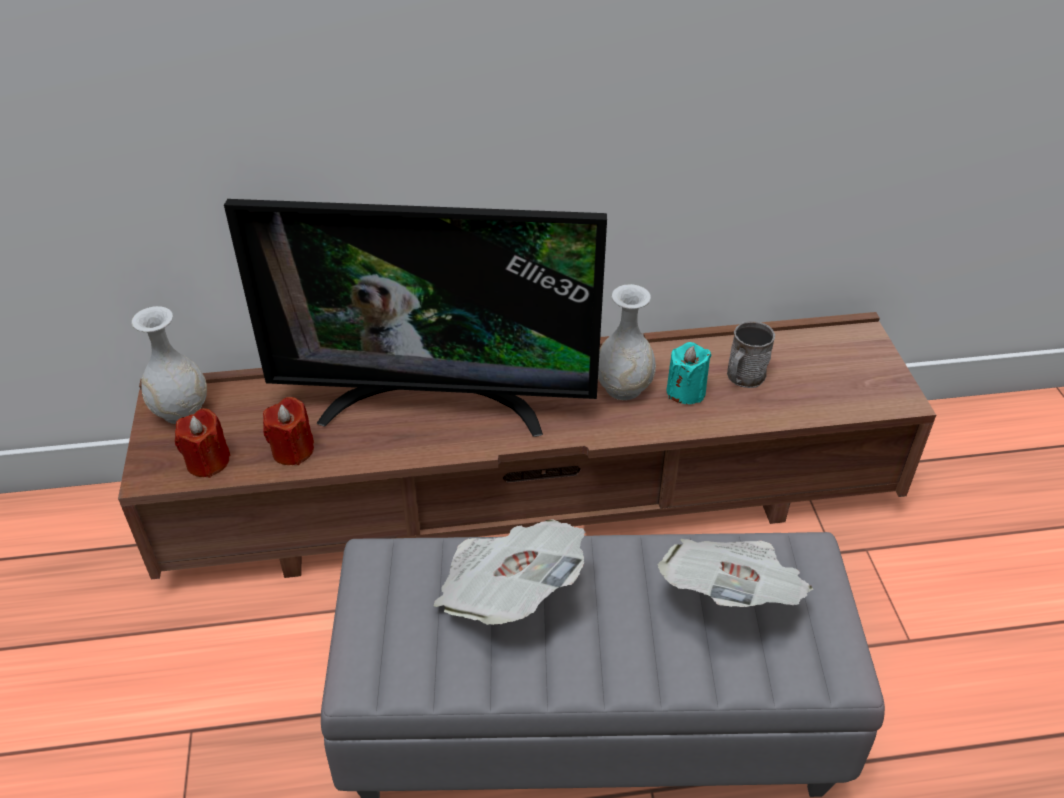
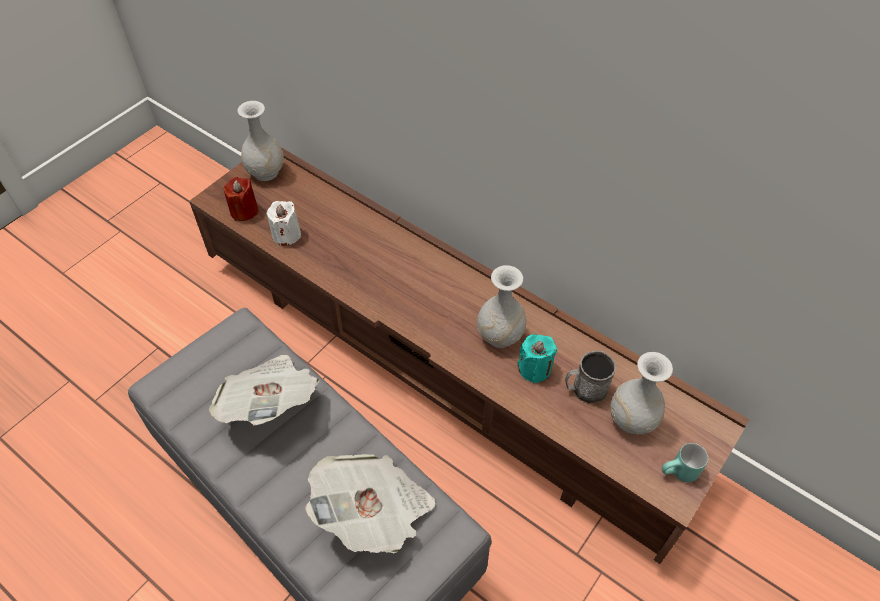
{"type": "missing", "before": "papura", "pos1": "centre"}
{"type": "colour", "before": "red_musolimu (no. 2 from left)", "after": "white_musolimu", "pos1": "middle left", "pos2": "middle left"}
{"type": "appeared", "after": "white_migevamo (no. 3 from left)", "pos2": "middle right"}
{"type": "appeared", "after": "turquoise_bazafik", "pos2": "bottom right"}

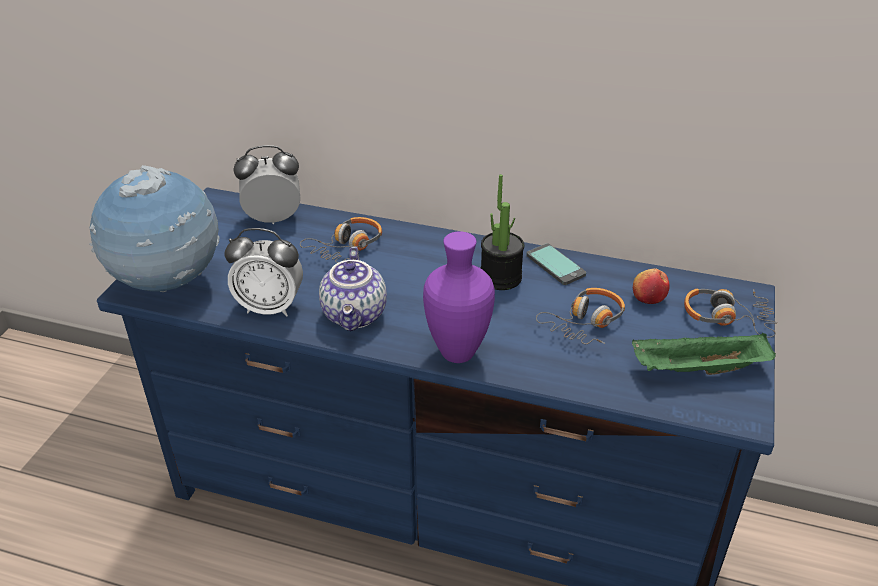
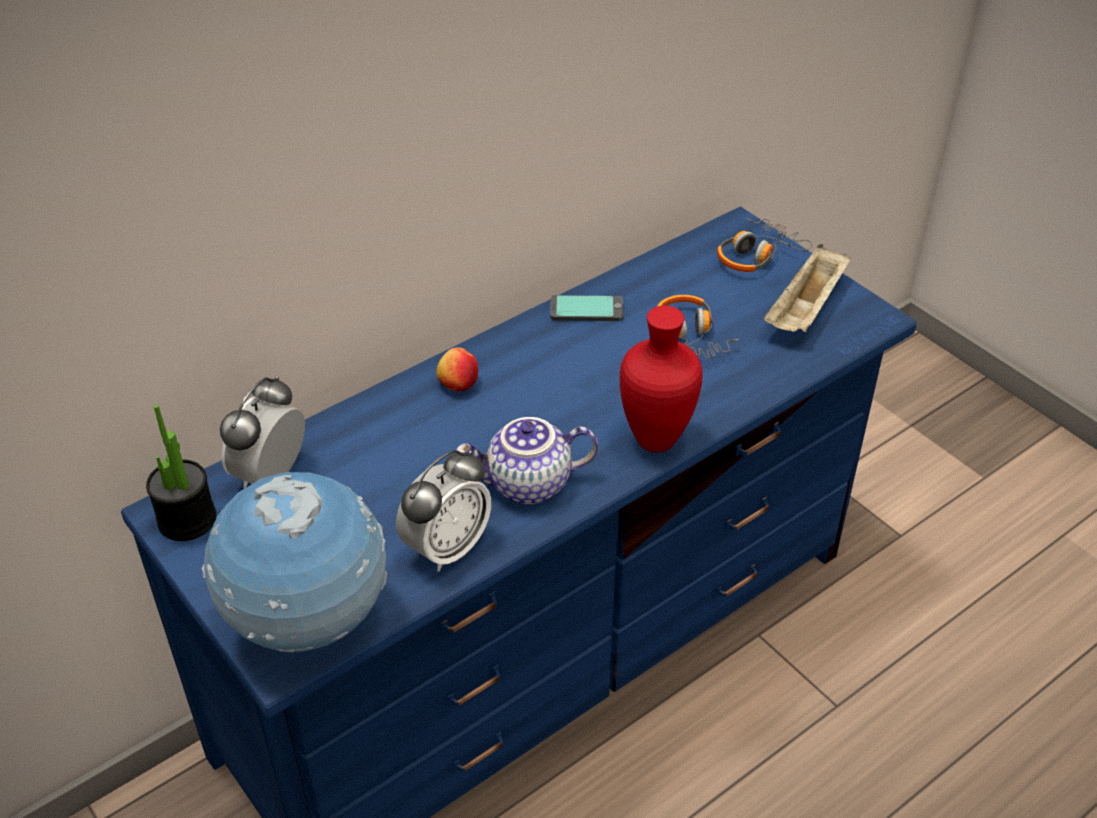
{"type": "missing", "before": "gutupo (no. 1 from left)", "pos1": "centre"}
{"type": "spun", "before": "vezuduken", "pos1": "centre", "pos2": "centre", "turn": 135}
{"type": "colour", "before": "purple_migevamo", "after": "red_migevamo", "pos1": "centre", "pos2": "centre"}
{"type": "relocated", "before": "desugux", "pos1": "centre", "pos2": "middle left"}
{"type": "colour", "before": "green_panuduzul", "after": "beige_panuduzul", "pos1": "middle right", "pos2": "middle right"}
{"type": "relocated", "before": "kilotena", "pos1": "middle right", "pos2": "centre"}

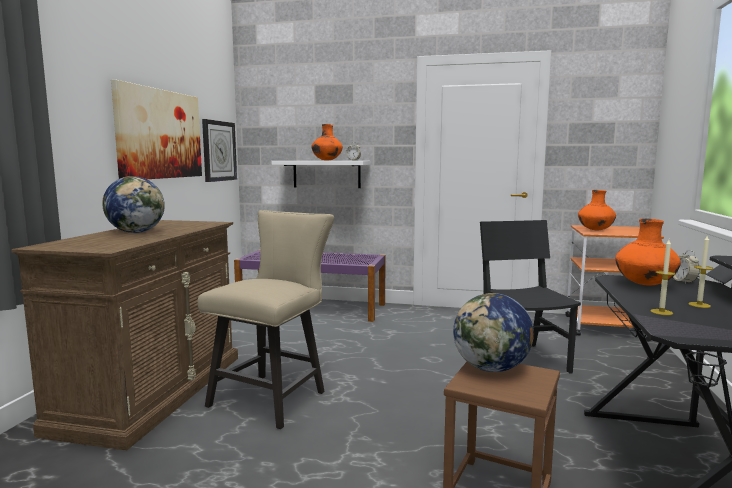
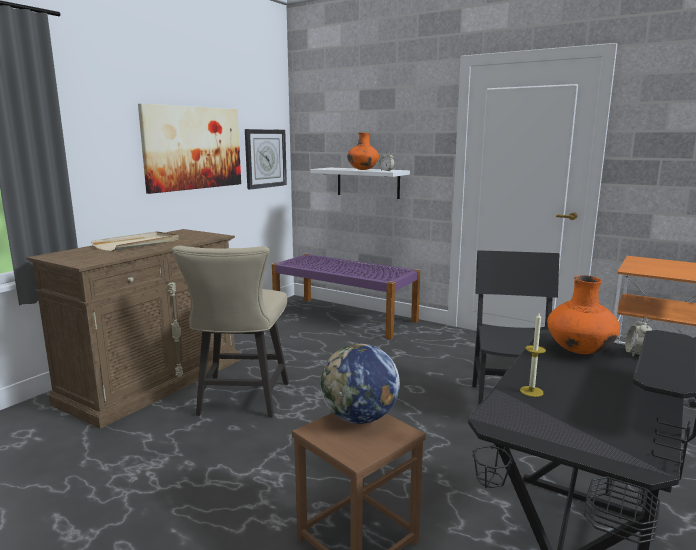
{"type": "exchanged", "before": "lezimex (no. 1 from left)", "after": "beige_panuduzul", "pos1": "middle left", "pos2": "middle left"}
{"type": "spun", "before": "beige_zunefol", "pos1": "centre", "pos2": "middle left", "turn": 135}
{"type": "missing", "before": "orange_migevamo (no. 2 from left)", "pos1": "middle right"}
{"type": "missing", "before": "musolimu (no. 2 from left)", "pos1": "middle right"}

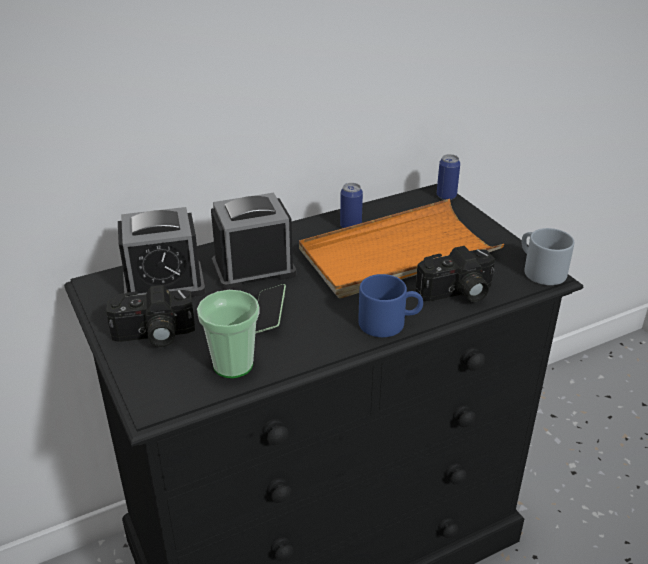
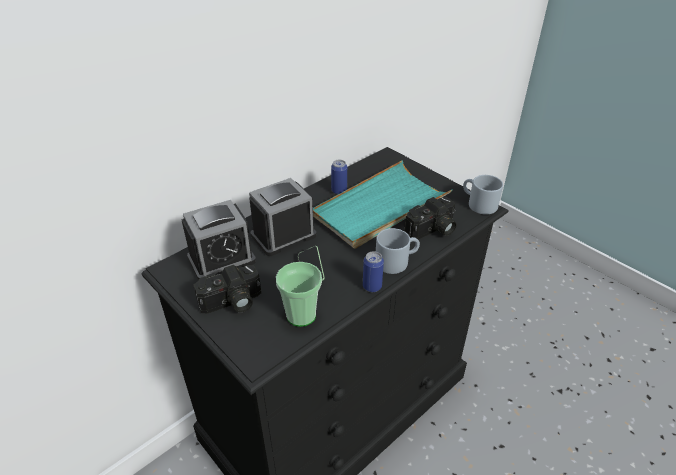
{"type": "colour", "before": "orange_panuduzul", "after": "turquoise_panuduzul", "pos1": "centre", "pos2": "centre"}
{"type": "colour", "before": "blue_bazafik", "after": "grey_bazafik (no. 1 from left)", "pos1": "centre", "pos2": "centre"}
{"type": "relocated", "before": "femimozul (no. 2 from left)", "pos1": "top right", "pos2": "centre"}

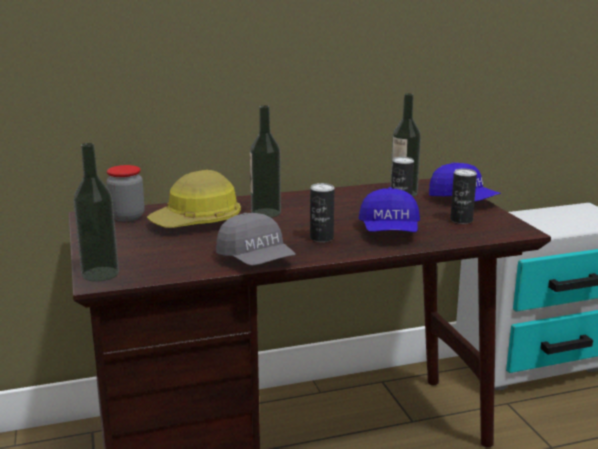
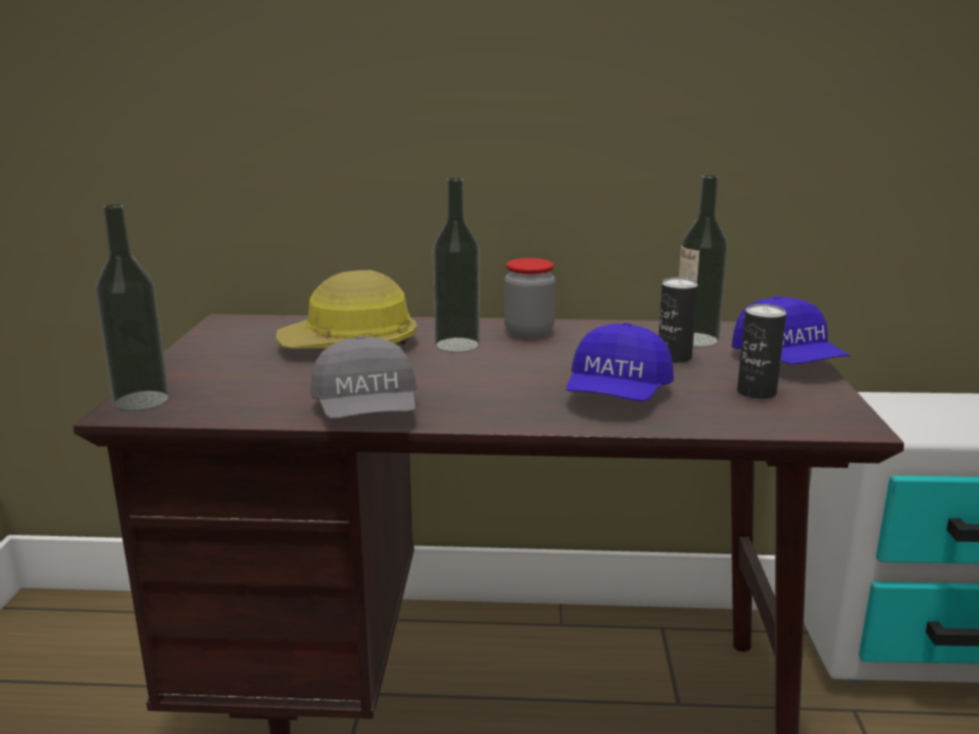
{"type": "relocated", "before": "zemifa", "pos1": "middle left", "pos2": "centre"}
{"type": "missing", "before": "femimozul (no. 1 from left)", "pos1": "centre"}

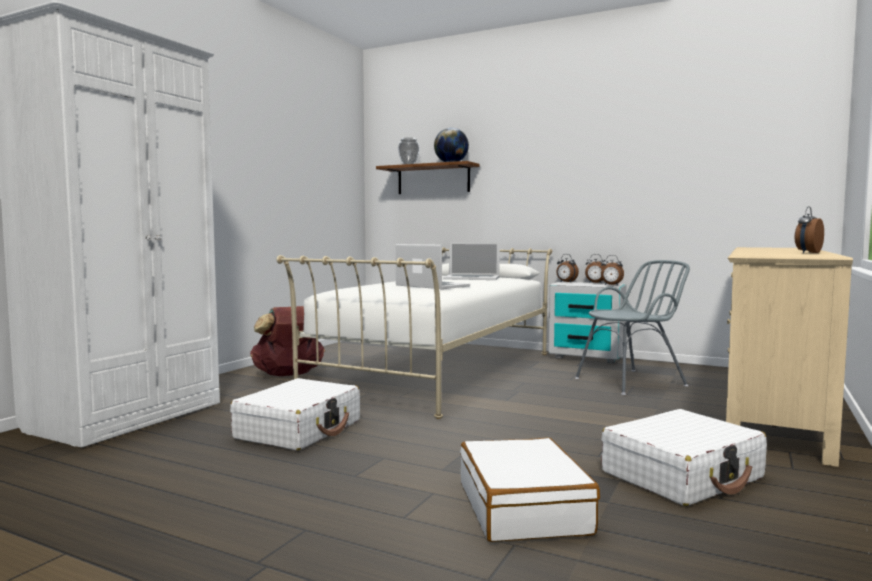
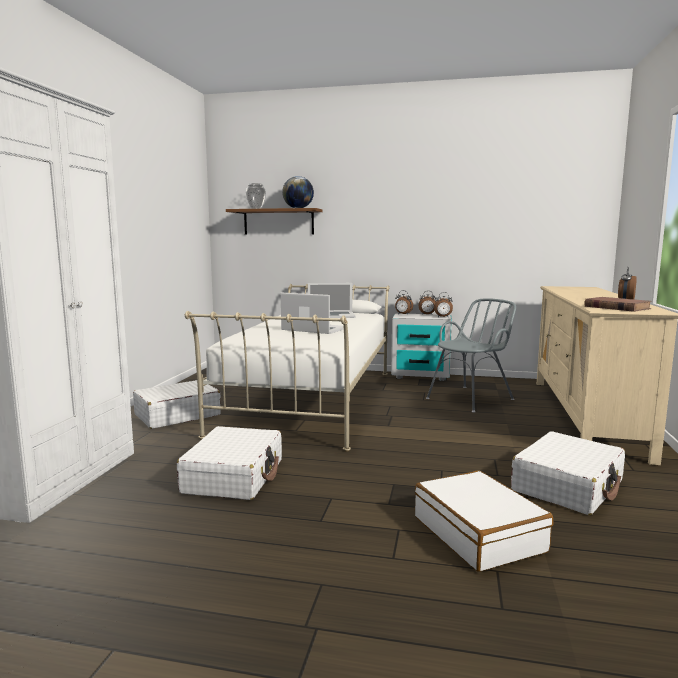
{"type": "exchanged", "before": "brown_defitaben", "after": "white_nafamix (no. 1 from left)", "pos1": "middle left", "pos2": "middle left"}
{"type": "appeared", "after": "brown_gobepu", "pos2": "middle right"}

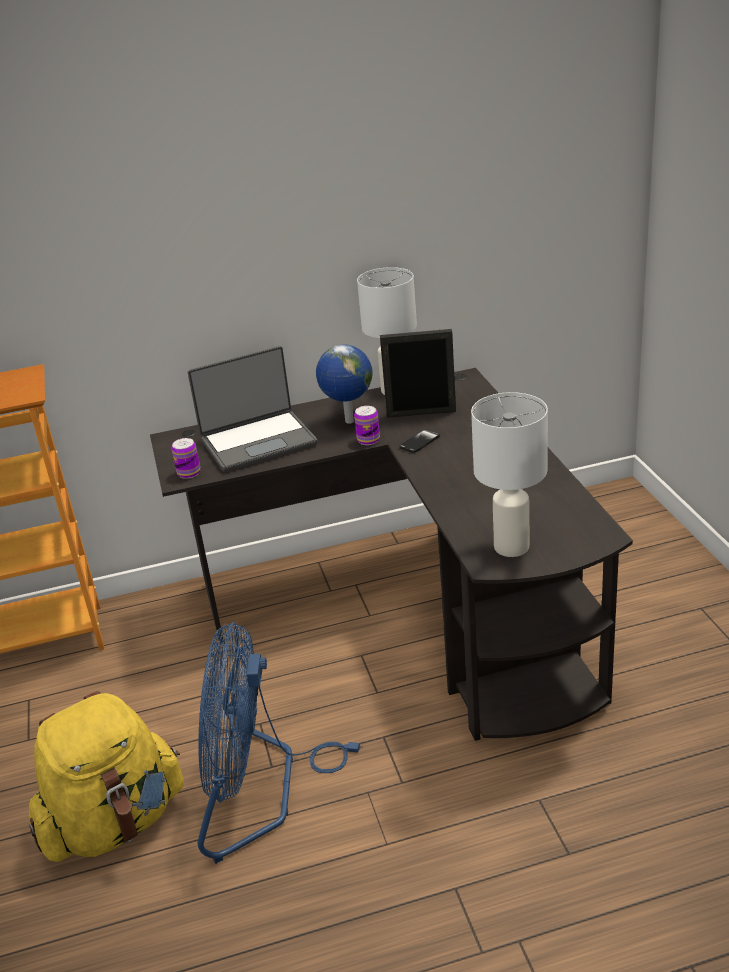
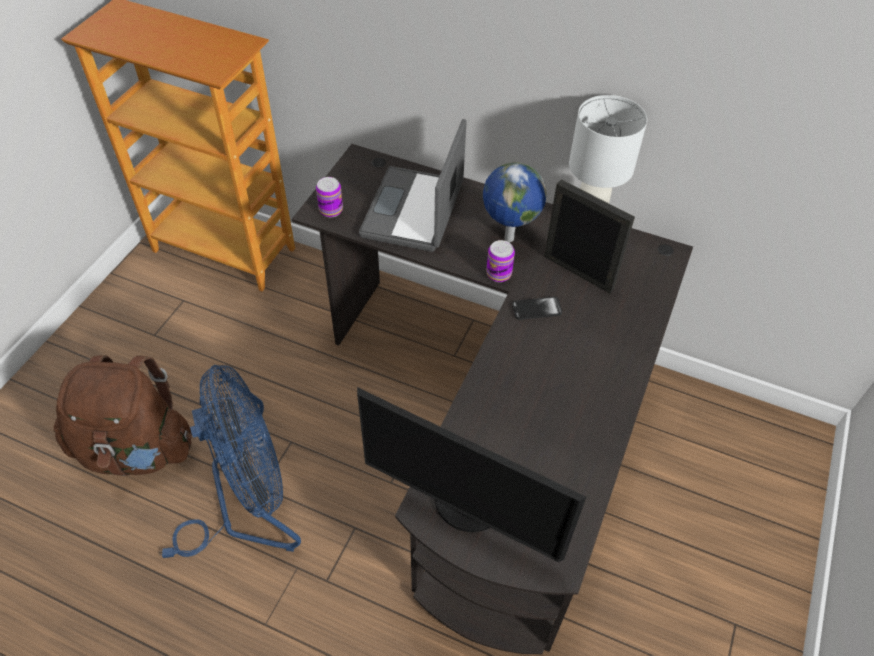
{"type": "colour", "before": "yellow_defitaben", "after": "brown_defitaben", "pos1": "bottom left", "pos2": "middle left"}
{"type": "spun", "before": "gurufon", "pos1": "centre", "pos2": "top centre", "turn": 90}
{"type": "spun", "before": "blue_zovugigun", "pos1": "bottom centre", "pos2": "bottom left", "turn": 120}
{"type": "exchanged", "before": "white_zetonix (no. 2 from left)", "after": "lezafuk", "pos1": "middle right", "pos2": "bottom centre"}

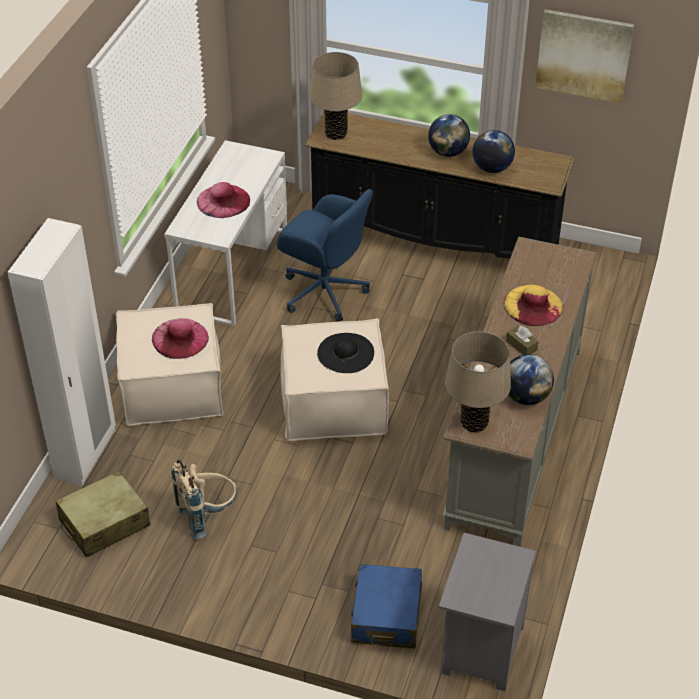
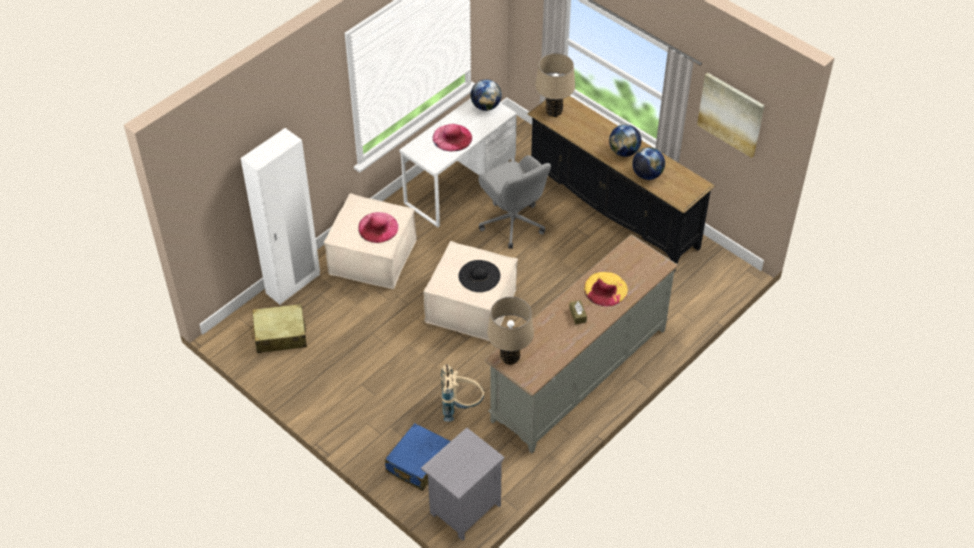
{"type": "relocated", "before": "beige_defitaben", "pos1": "bottom left", "pos2": "bottom centre"}
{"type": "colour", "before": "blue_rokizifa", "after": "grey_rokizifa", "pos1": "centre", "pos2": "centre"}
{"type": "relocated", "before": "lezimex (no. 3 from left in the first image)", "after": "lezimex (no. 1 from left)", "pos1": "middle right", "pos2": "top centre"}

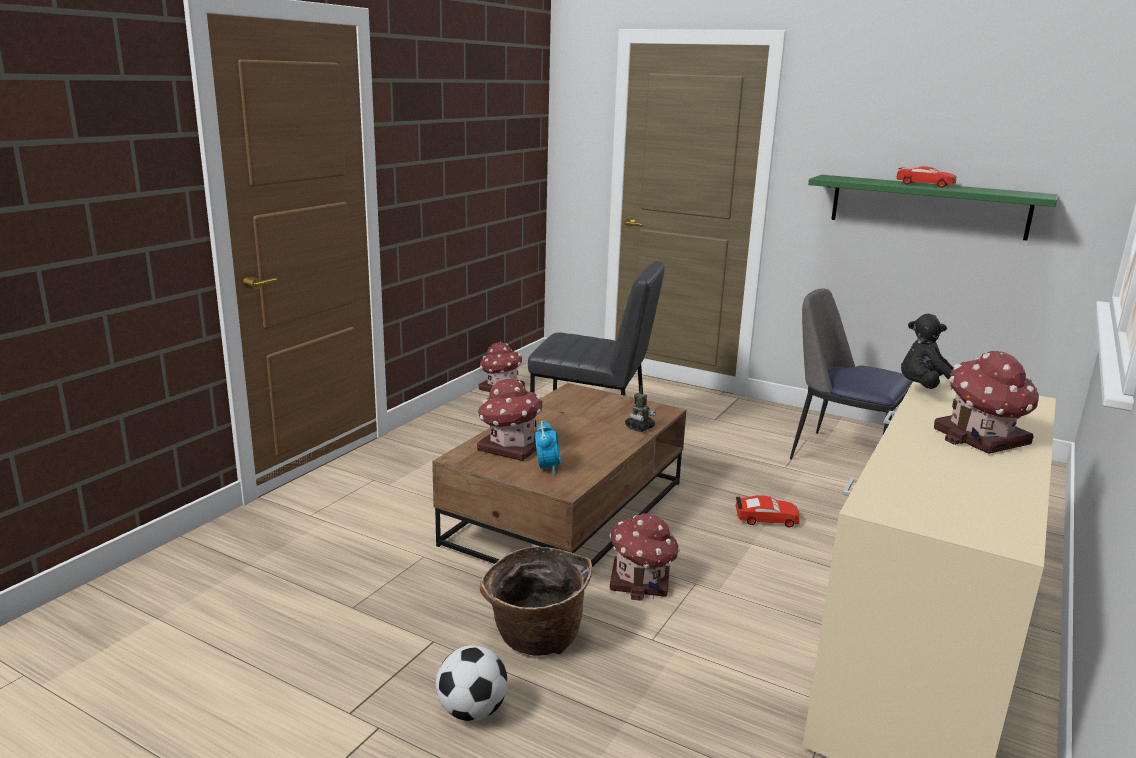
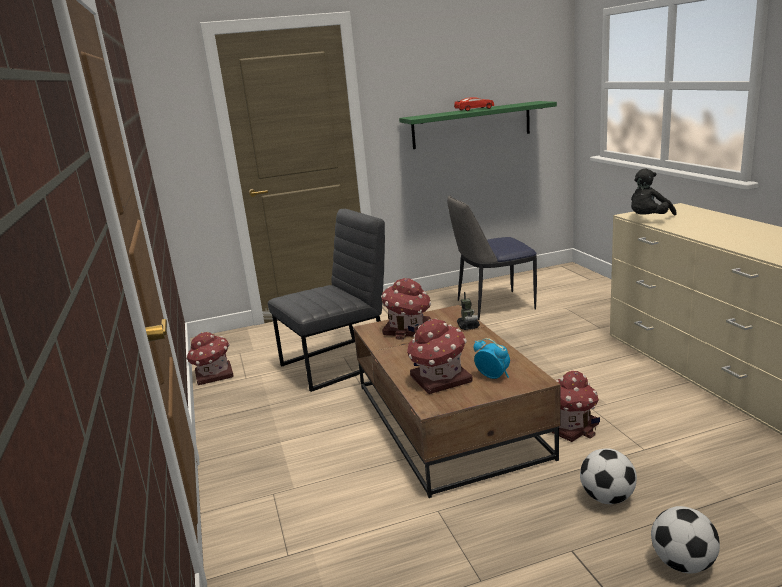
{"type": "exchanged", "before": "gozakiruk", "after": "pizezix (no. 1 from left)", "pos1": "bottom centre", "pos2": "bottom right"}
{"type": "missing", "before": "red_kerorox (no. 1 from left)", "pos1": "bottom right"}
{"type": "relocated", "before": "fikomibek (no. 4 from left in the first image)", "after": "fikomibek (no. 2 from left)", "pos1": "middle right", "pos2": "centre"}

